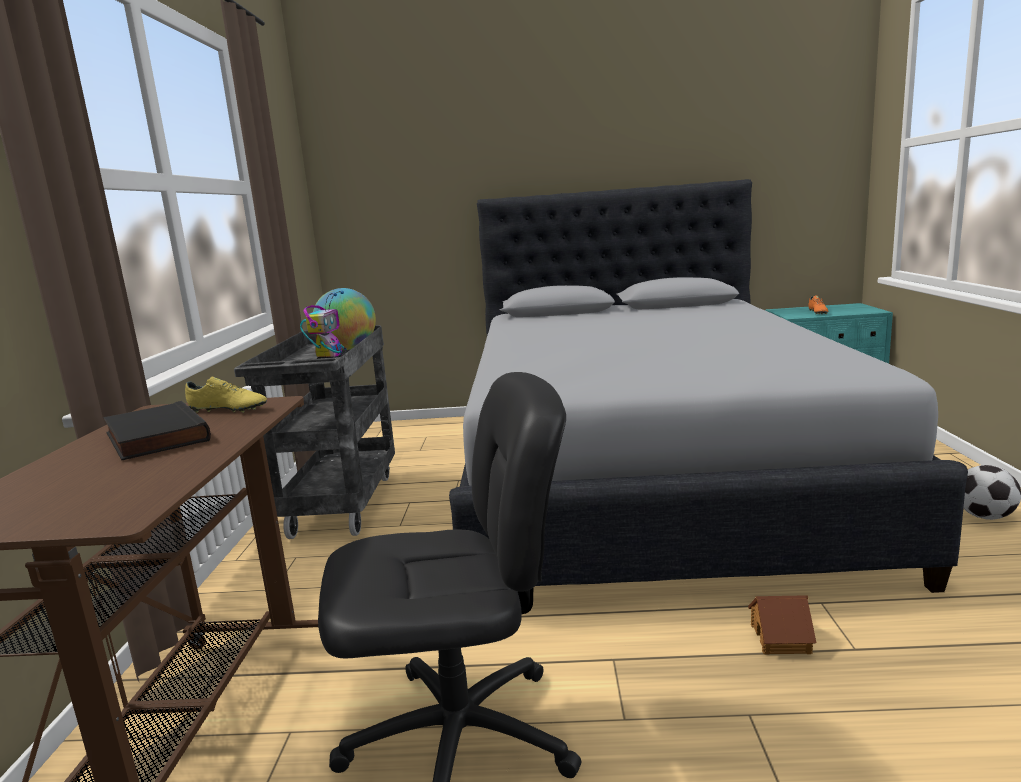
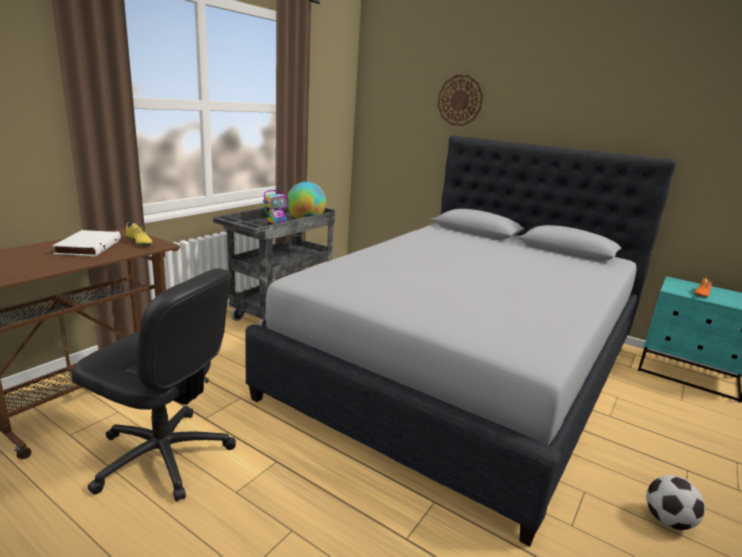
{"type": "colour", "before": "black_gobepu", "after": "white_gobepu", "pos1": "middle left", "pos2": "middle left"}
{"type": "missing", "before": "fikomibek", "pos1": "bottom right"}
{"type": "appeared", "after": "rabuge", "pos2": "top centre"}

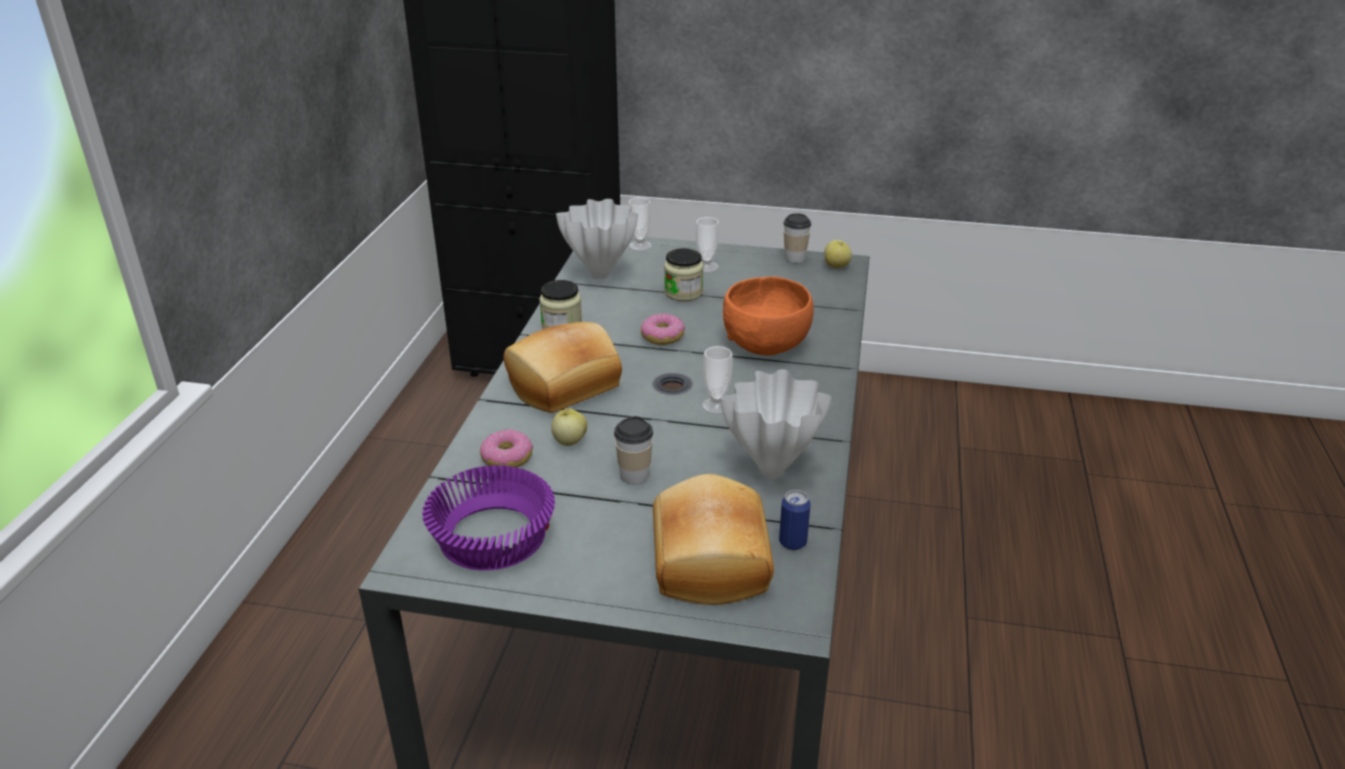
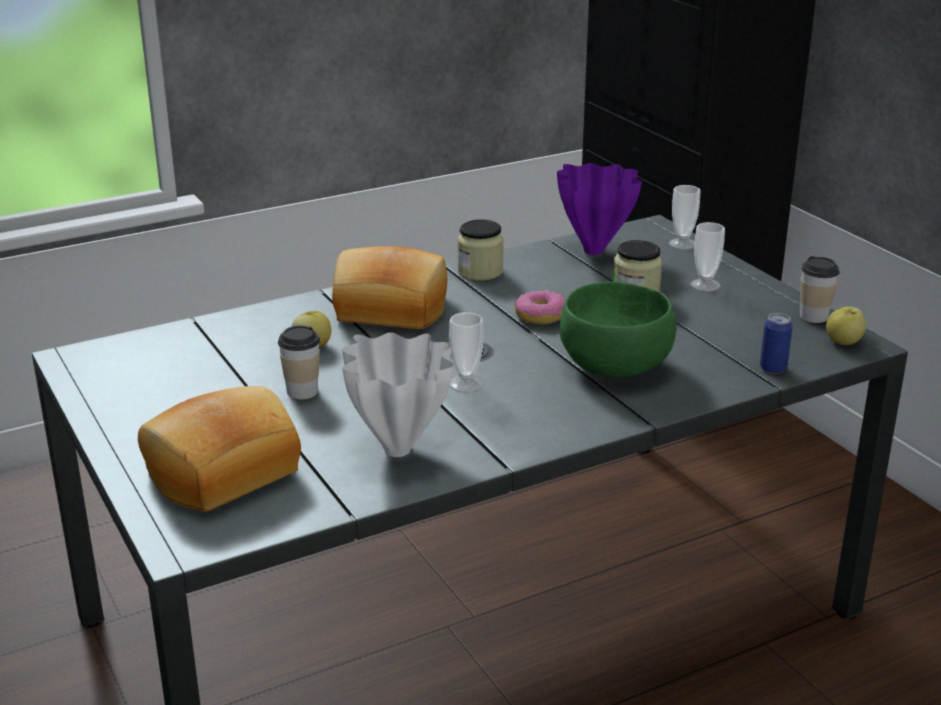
{"type": "missing", "before": "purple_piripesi", "pos1": "bottom centre"}
{"type": "missing", "before": "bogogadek (no. 1 from left)", "pos1": "centre"}
{"type": "colour", "before": "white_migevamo (no. 1 from left)", "after": "purple_migevamo", "pos1": "top centre", "pos2": "top centre"}
{"type": "colour", "before": "orange_piripesi", "after": "green_piripesi", "pos1": "centre", "pos2": "centre"}
{"type": "relocated", "before": "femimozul", "pos1": "bottom centre", "pos2": "middle right"}

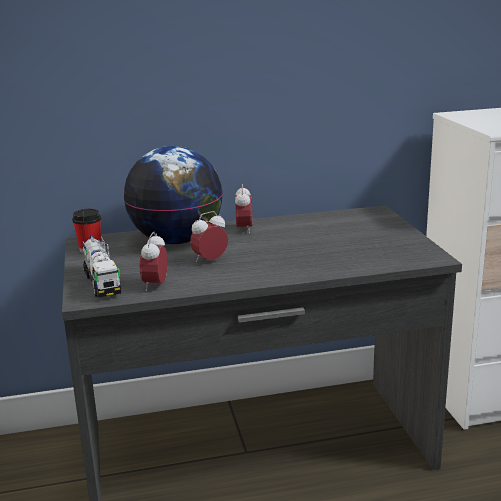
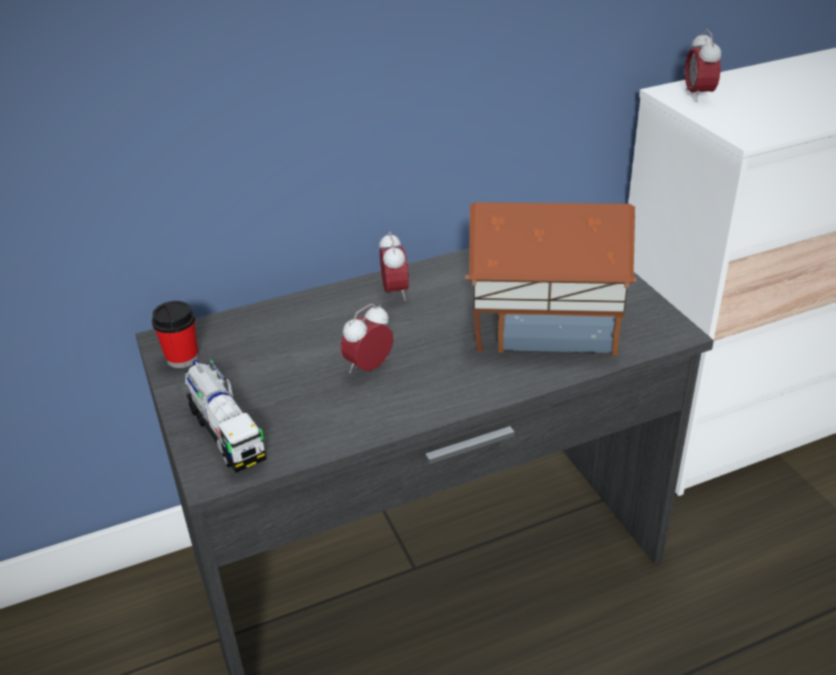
{"type": "missing", "before": "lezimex", "pos1": "centre"}
{"type": "relocated", "before": "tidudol (no. 1 from left in the first image)", "after": "tidudol (no. 3 from left)", "pos1": "middle left", "pos2": "top right"}
{"type": "appeared", "after": "fikomibek", "pos2": "centre"}

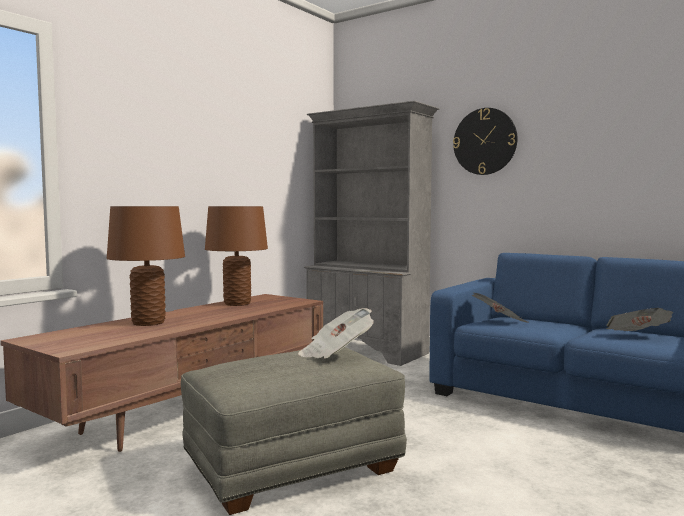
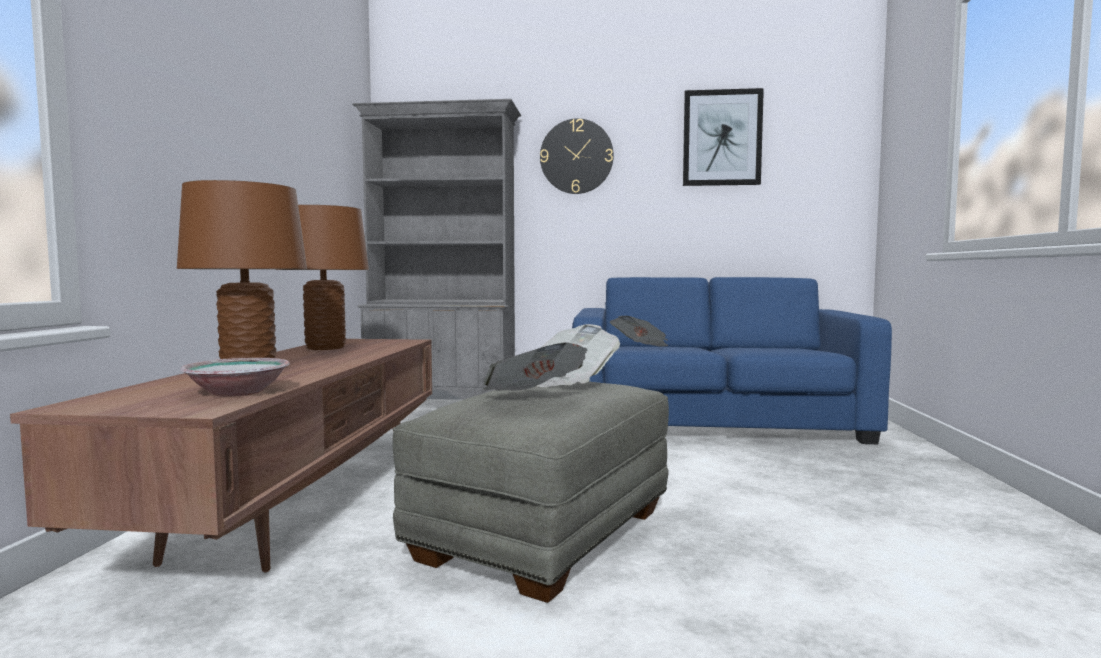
{"type": "relocated", "before": "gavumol (no. 3 from left in the first image)", "after": "gavumol (no. 1 from left)", "pos1": "middle right", "pos2": "centre"}
{"type": "appeared", "after": "piripesi", "pos2": "middle left"}
{"type": "appeared", "after": "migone", "pos2": "top centre"}

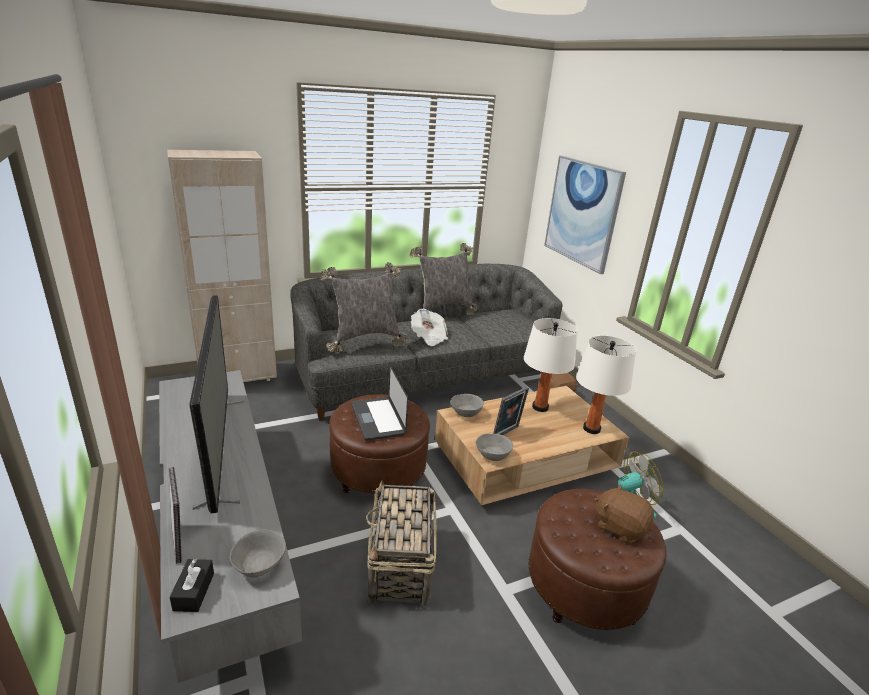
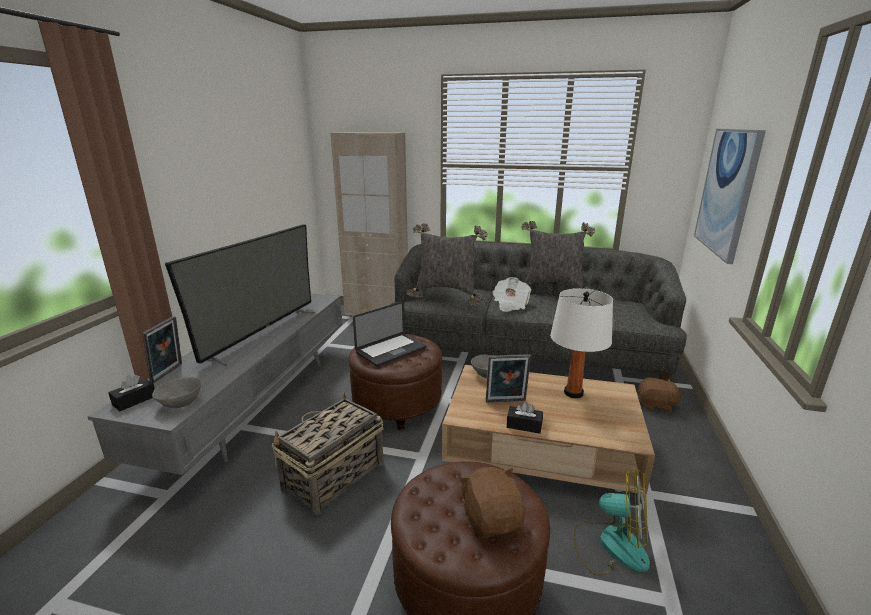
{"type": "spun", "before": "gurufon", "pos1": "centre", "pos2": "centre", "turn": -150}
{"type": "missing", "before": "grey_piripesi (no. 3 from left)", "pos1": "centre"}
{"type": "missing", "before": "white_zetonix (no. 2 from left)", "pos1": "middle right"}
{"type": "appeared", "after": "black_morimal (no. 2 from left)", "pos2": "bottom centre"}

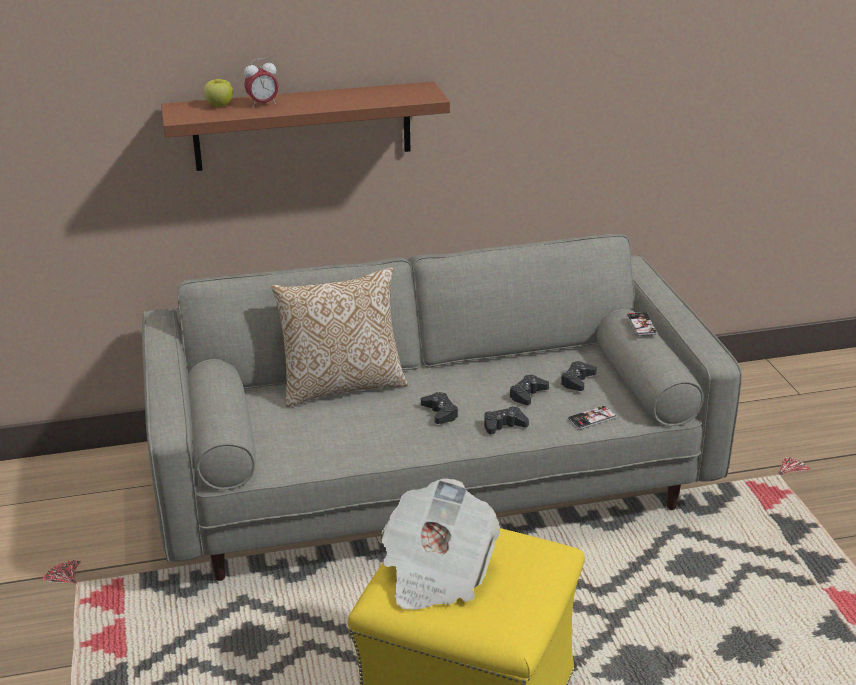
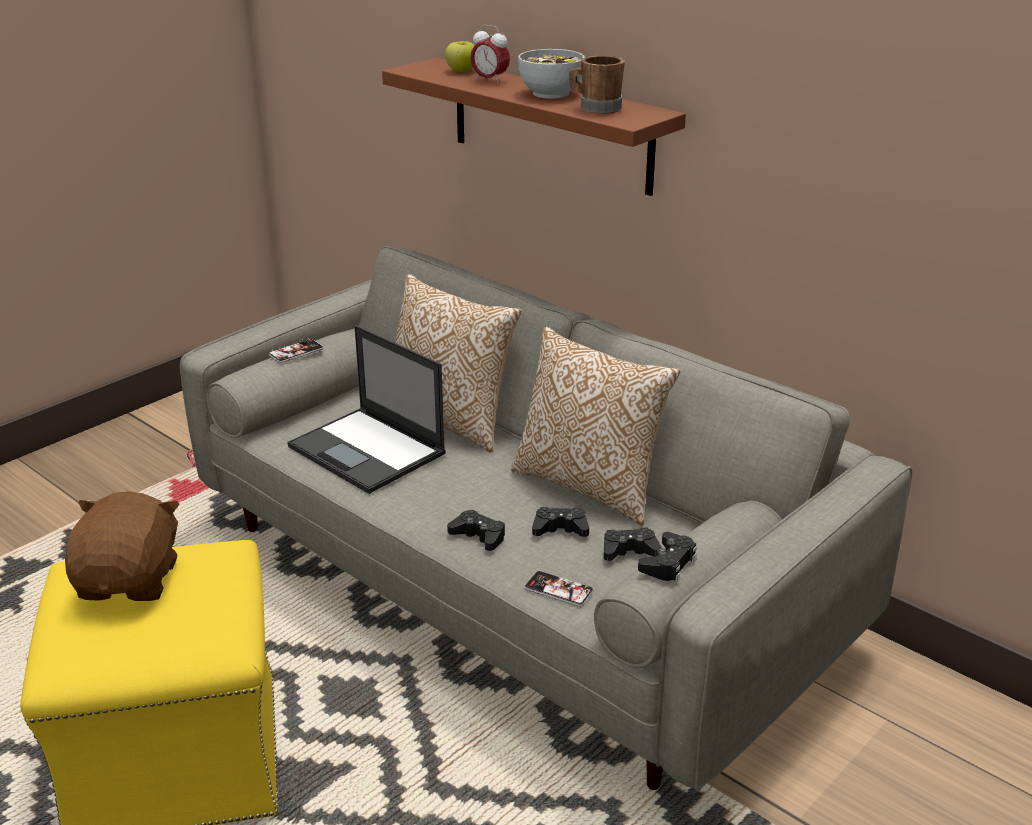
{"type": "exchanged", "before": "gavumol", "after": "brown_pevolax", "pos1": "bottom centre", "pos2": "middle left"}
{"type": "relocated", "before": "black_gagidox (no. 1 from left in the first image)", "after": "black_gagidox (no. 4 from left)", "pos1": "centre", "pos2": "bottom centre"}
{"type": "relocated", "before": "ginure (no. 2 from left in the first image)", "after": "ginure (no. 1 from left)", "pos1": "middle right", "pos2": "middle left"}
{"type": "appeared", "after": "gurufon", "pos2": "centre"}
{"type": "appeared", "after": "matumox (no. 2 from left)", "pos2": "centre"}
{"type": "appeared", "after": "piripesi", "pos2": "top centre"}
{"type": "appeared", "after": "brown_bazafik", "pos2": "top centre"}

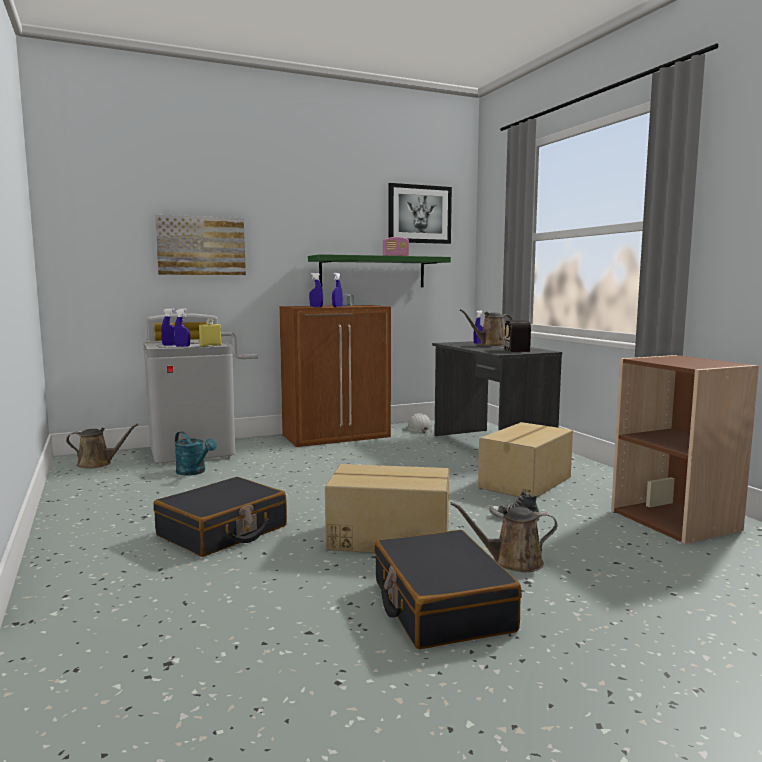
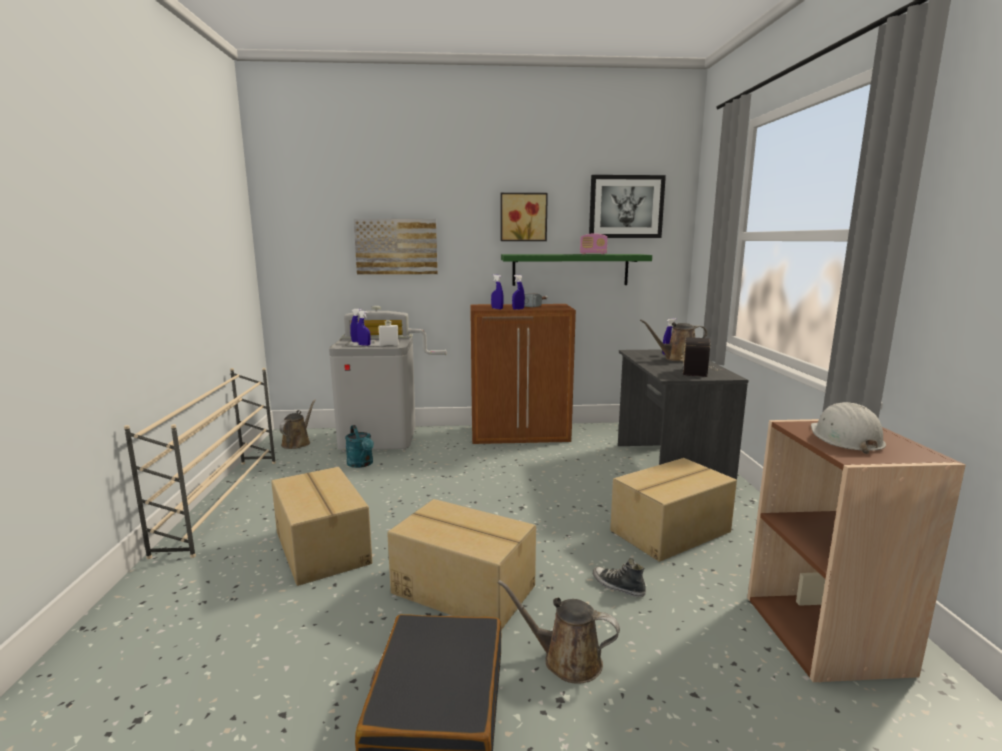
{"type": "spun", "before": "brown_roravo (no. 1 from left)", "pos1": "middle left", "pos2": "middle left", "turn": -90}
{"type": "exchanged", "before": "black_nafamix (no. 1 from left)", "after": "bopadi (no. 1 from left)", "pos1": "bottom left", "pos2": "bottom left"}
{"type": "colour", "before": "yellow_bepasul", "after": "white_bepasul", "pos1": "middle left", "pos2": "centre"}
{"type": "relocated", "before": "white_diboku", "pos1": "centre", "pos2": "middle right"}
{"type": "appeared", "after": "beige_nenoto", "pos2": "middle left"}
{"type": "appeared", "after": "migone (no. 2 from left)", "pos2": "top centre"}

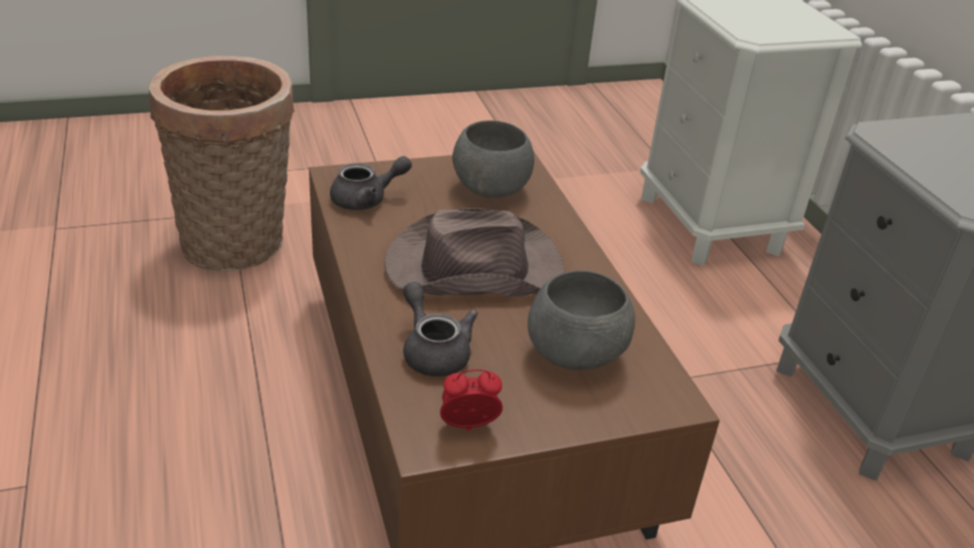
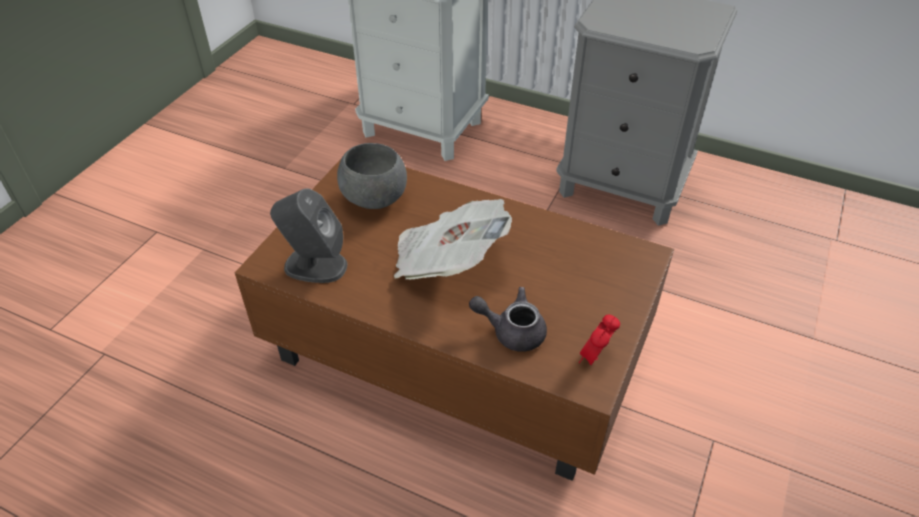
{"type": "missing", "before": "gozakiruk", "pos1": "top left"}
{"type": "exchanged", "before": "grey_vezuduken (no. 1 from left)", "after": "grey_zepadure", "pos1": "centre", "pos2": "centre"}
{"type": "exchanged", "before": "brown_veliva", "after": "gavumol", "pos1": "centre", "pos2": "centre"}
{"type": "missing", "before": "grey_piripesi (no. 2 from left)", "pos1": "centre"}

